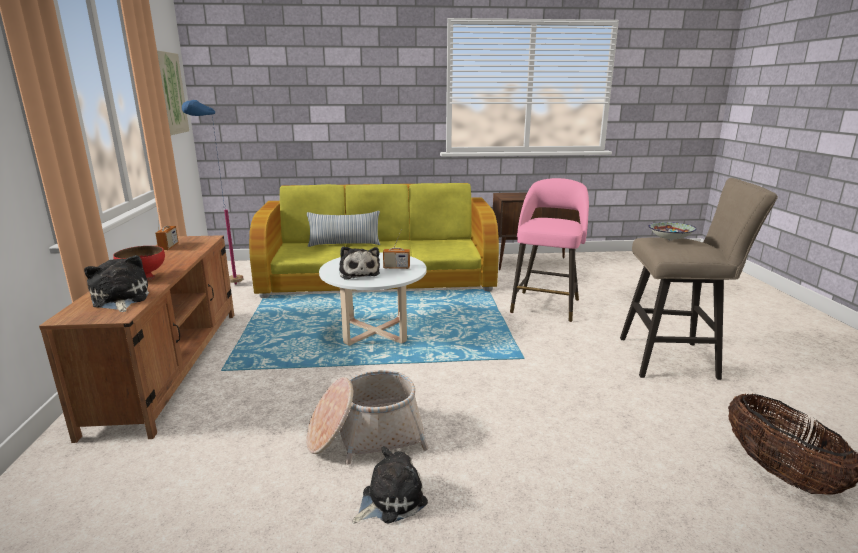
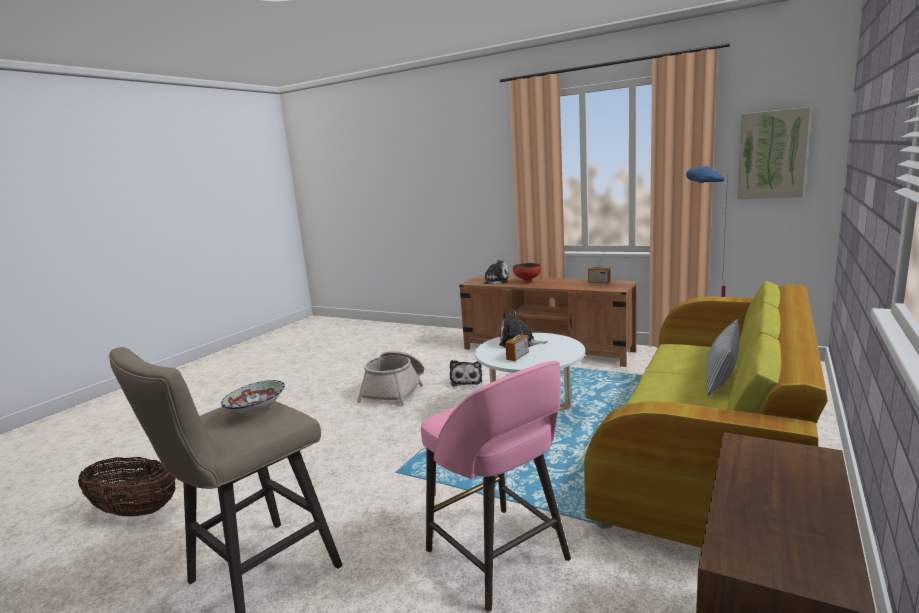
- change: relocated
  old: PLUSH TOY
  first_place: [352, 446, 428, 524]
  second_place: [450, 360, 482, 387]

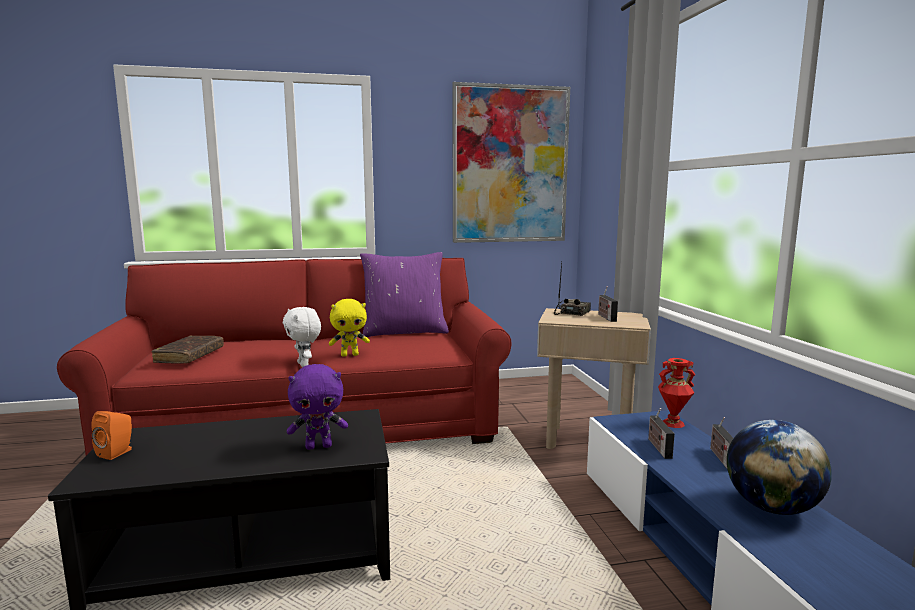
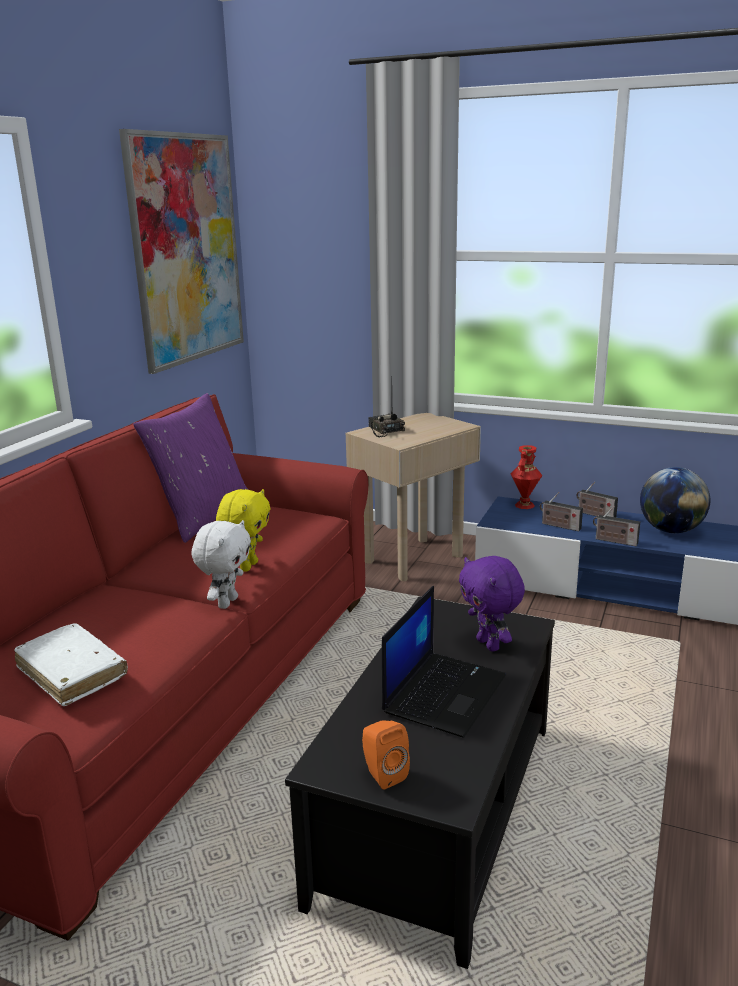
- change: relocated
  old: RADIO
  first_place: [598, 286, 618, 322]
  second_place: [593, 506, 640, 546]
- change: spun
  old: WHITE PLUSH TOY
  first_place: [283, 307, 321, 367]
  second_place: [191, 520, 251, 609]
  degrees: -75
- change: colour
  old: BROWN BOOK
  new: WHITE BOOK
  first_place: [151, 335, 224, 364]
  second_place: [14, 623, 128, 706]
- change: spun
  old: PURPLE PLUSH TOY
  first_place: [287, 364, 348, 450]
  second_place: [459, 556, 525, 652]
  degrees: 135
- change: appeared
  new: LAPTOP
  second_place: [382, 586, 506, 738]

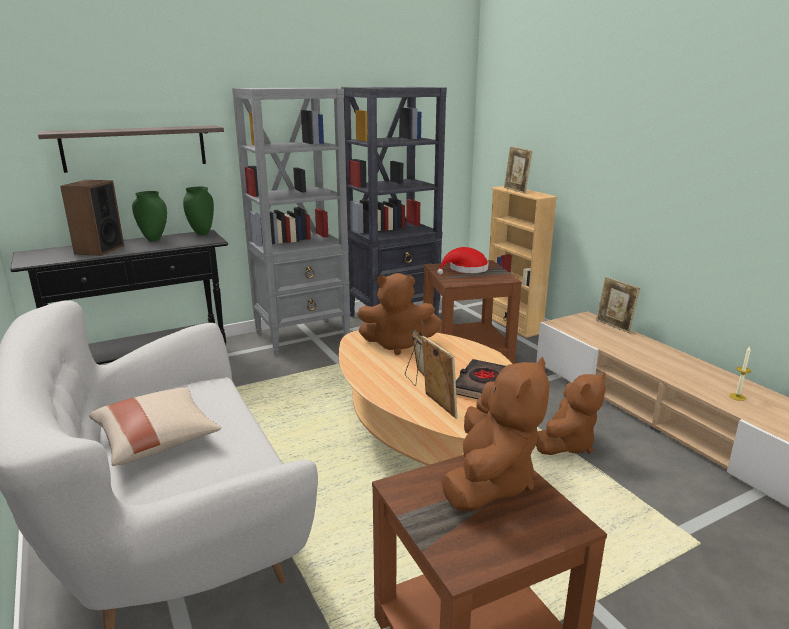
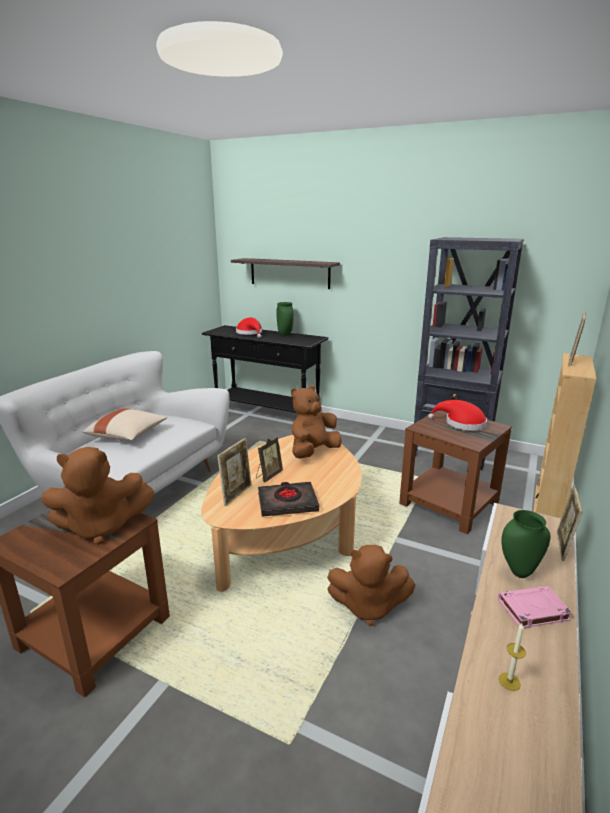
- change: missing
  old: GREY BOOKCASE
  first_place: [232, 88, 350, 355]
- change: exchanged
  old: SPEAKER
  new: RED HAT
  first_place: [60, 180, 124, 256]
  second_place: [236, 317, 262, 338]
- change: relocated
  old: GREEN VASE
  first_place: [183, 187, 214, 235]
  second_place: [501, 510, 551, 578]
- change: spun
  old: BROWN PLUSH TOY
  first_place: [357, 273, 442, 355]
  second_place: [291, 385, 342, 459]
  degrees: 75
- change: appeared
  new: PINK BOOK
  second_place: [498, 586, 573, 628]

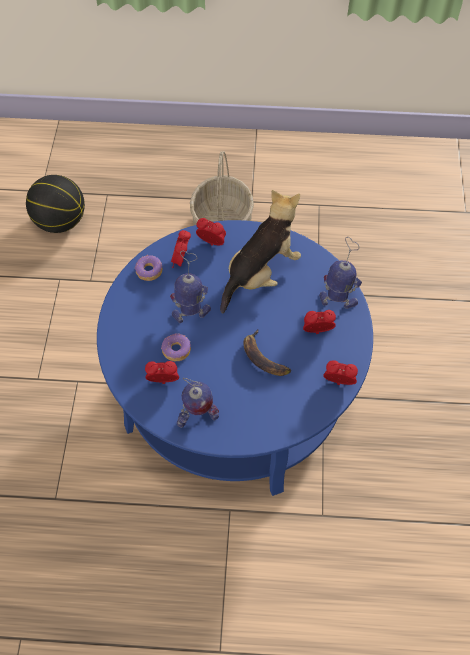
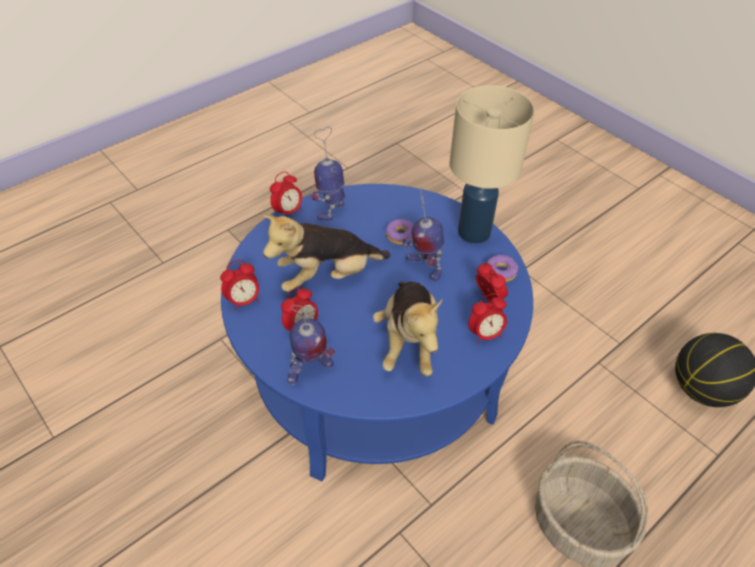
- change: spun
  old: TOY ROBOT
  first_place: [170, 251, 211, 323]
  second_place: [402, 188, 444, 282]
  degrees: 105
- change: exchanged
  old: BANANA
  new: PLUSH TOY
  first_place: [243, 330, 291, 376]
  second_place: [263, 214, 391, 292]
- change: relocated
  old: ALARM CLOCK
  first_place: [145, 361, 179, 384]
  second_place: [270, 171, 302, 217]
- change: appeared
  new: BEIGE TABLE LAMP
  second_place: [449, 85, 534, 244]

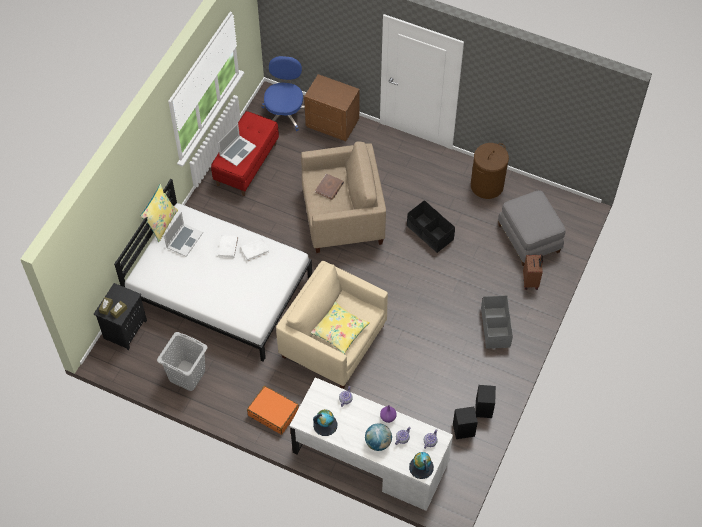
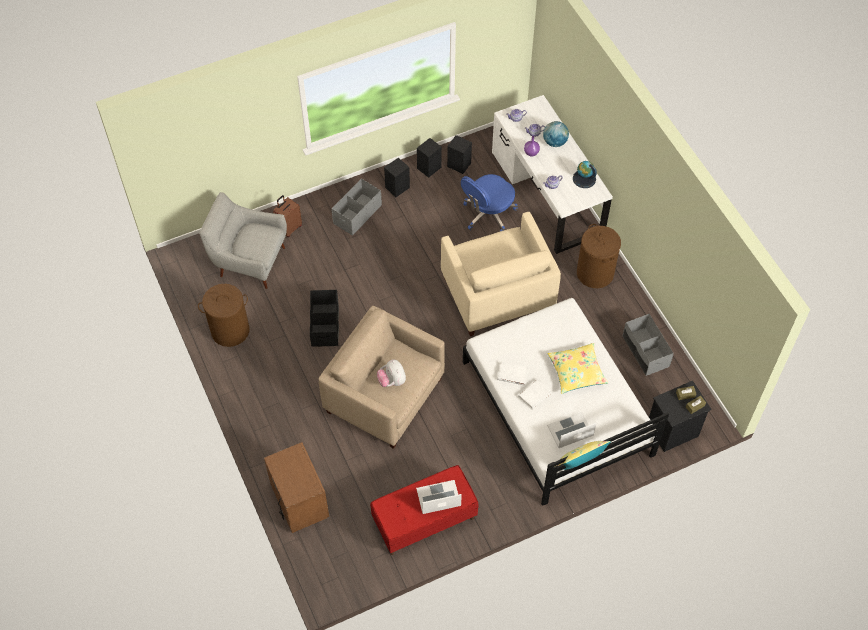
- change: relocated
  old: BLUE OFFICE CHAIR
  first_place: [262, 56, 305, 131]
  second_place: [461, 174, 518, 231]
- change: exchanged
  old: BROWN BOOK
  new: PLUSH TOY
  first_place: [315, 174, 344, 200]
  second_place: [377, 359, 406, 387]
- change: exchanged
  old: GREY OTTOMAN
  new: GREY ARMCHAIR
  first_place: [498, 190, 565, 266]
  second_place: [200, 192, 287, 289]
- change: relocated
  old: YELLOW PILLOW
  first_place: [311, 301, 370, 354]
  second_place: [547, 343, 608, 394]
- change: exchanged
  old: GREY LAUNDRY BASKET
  new: GREY STORAGE BOX
  first_place: [157, 332, 207, 391]
  second_place: [622, 314, 674, 376]
- change: exchanged
  old: ORANGE SUITCASE
  new: BROWN LAUNDRY BASKET
  first_place: [247, 386, 299, 435]
  second_place: [577, 224, 621, 288]
- change: missing
  old: GLOBE
  first_place: [409, 452, 434, 479]
- change: appeared
  new: BLACK SPEAKER
  second_place: [384, 157, 410, 197]

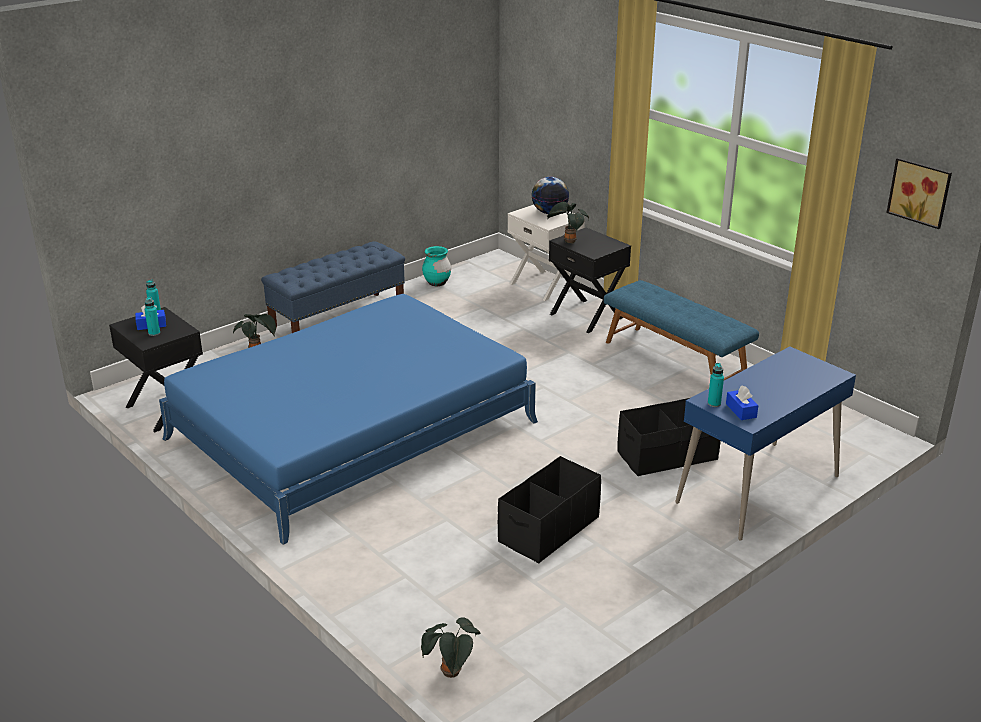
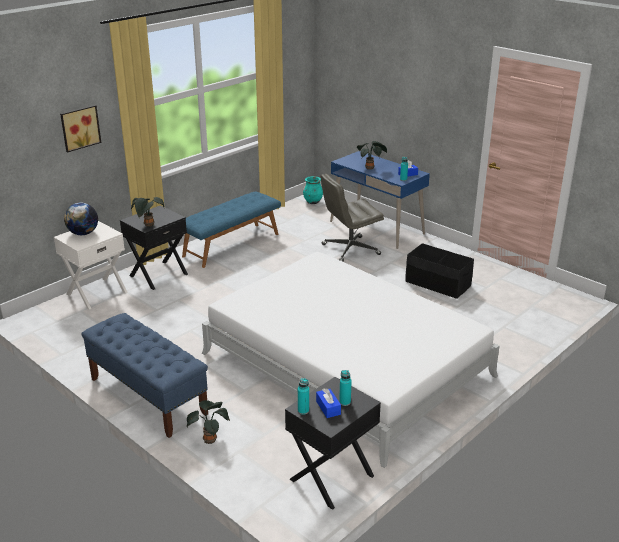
- change: relocated
  old: PICTURE
  first_place: [886, 158, 952, 229]
  second_place: [60, 105, 101, 152]
- change: relocated
  old: TURQUOISE VASE
  first_place: [422, 246, 451, 286]
  second_place: [303, 176, 323, 204]
- change: colour
  old: BLUE BED
  new: WHITE BED
  first_place: [159, 294, 538, 545]
  second_place: [202, 252, 500, 468]
- change: exchanged
  old: BLACK STORAGE BOX
  new: GREY OFFICE CHAIR
  first_place: [617, 398, 721, 476]
  second_place: [321, 174, 384, 262]
- change: relocated
  old: POTTED PLANT
  first_place: [421, 617, 481, 678]
  second_place: [357, 141, 387, 170]

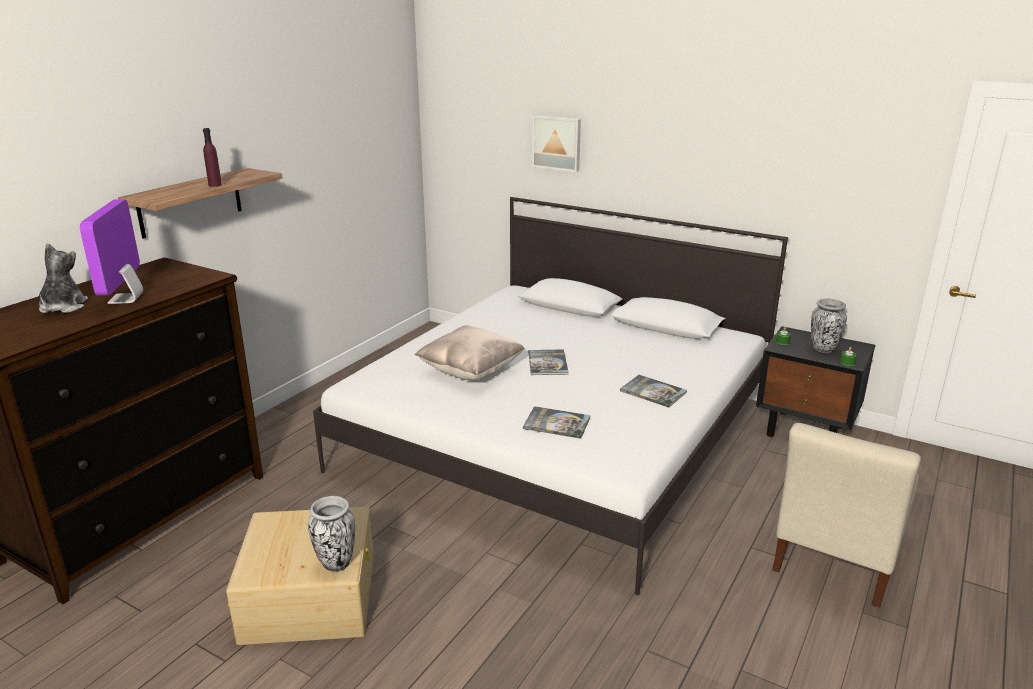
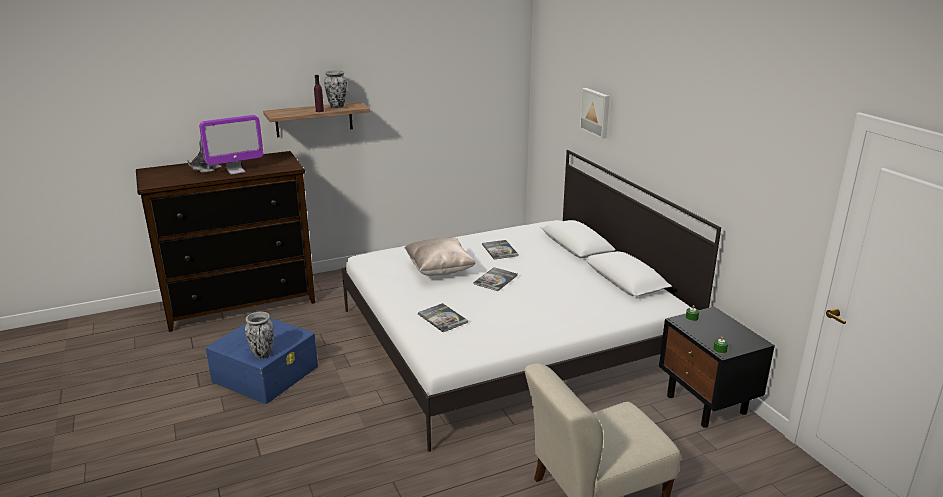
- change: spun
  old: MONITOR
  first_place: [80, 199, 143, 304]
  second_place: [199, 115, 263, 175]
  degrees: -150
- change: relocated
  old: VASE
  first_place: [811, 299, 847, 353]
  second_place: [324, 70, 347, 109]
- change: relocated
  old: BOOK
  first_place: [620, 375, 687, 408]
  second_place: [482, 240, 519, 259]
- change: colour
  old: BEIGE STORAGE BOX
  new: BLUE STORAGE BOX
  first_place: [226, 507, 374, 645]
  second_place: [206, 318, 318, 404]

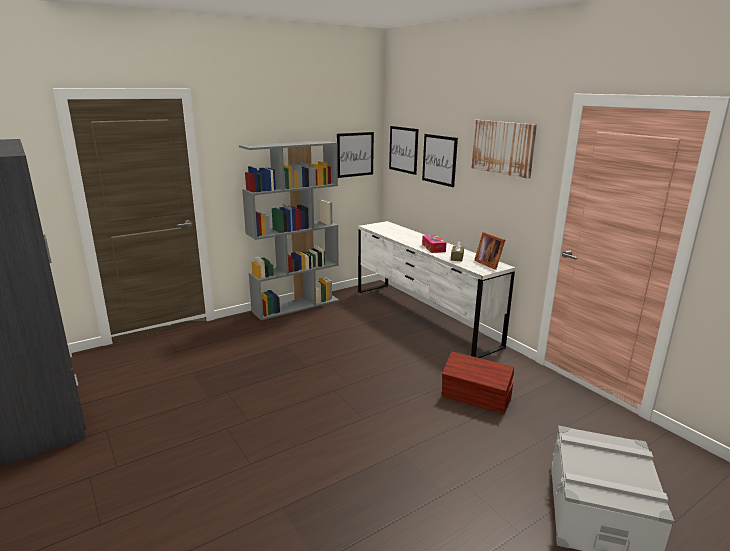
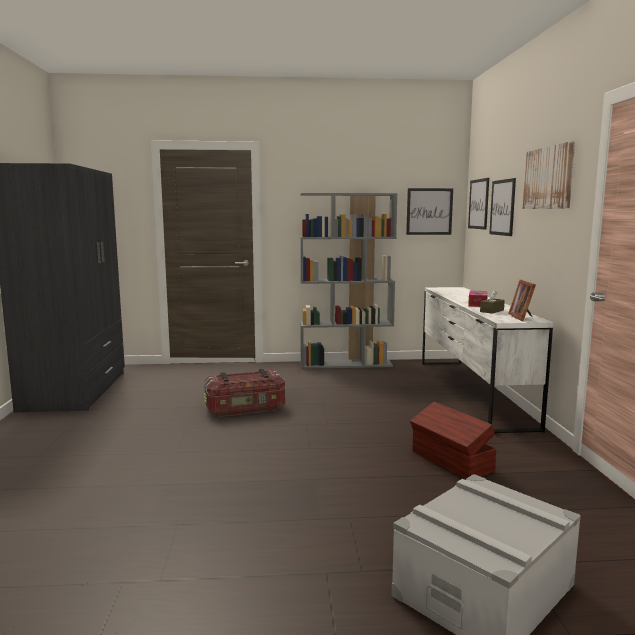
- change: appeared
  new: STORAGE BOX
  second_place: [204, 369, 285, 417]

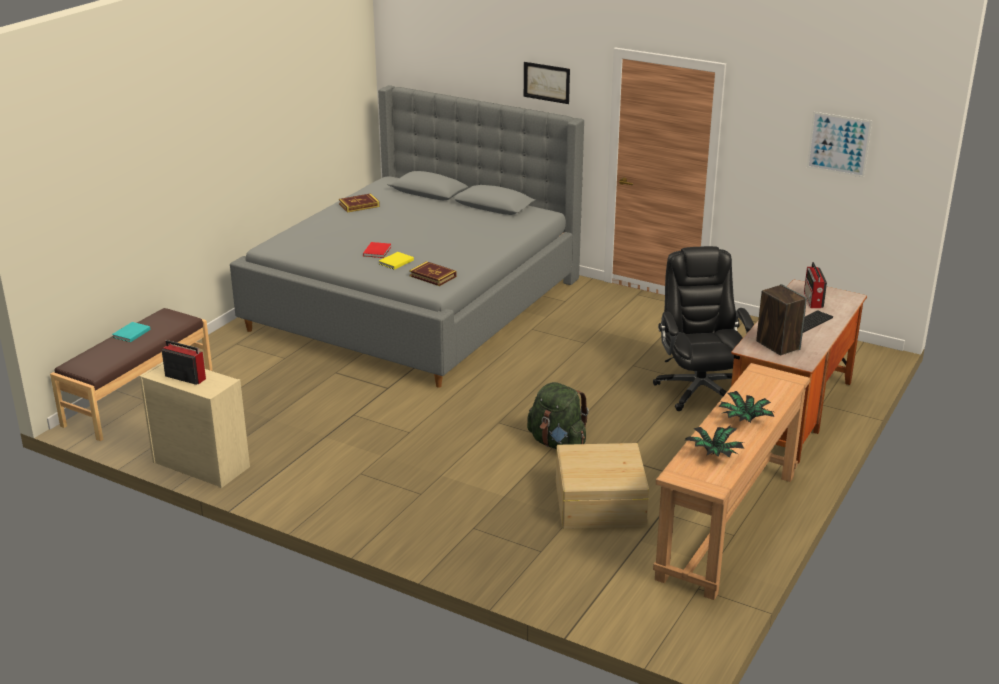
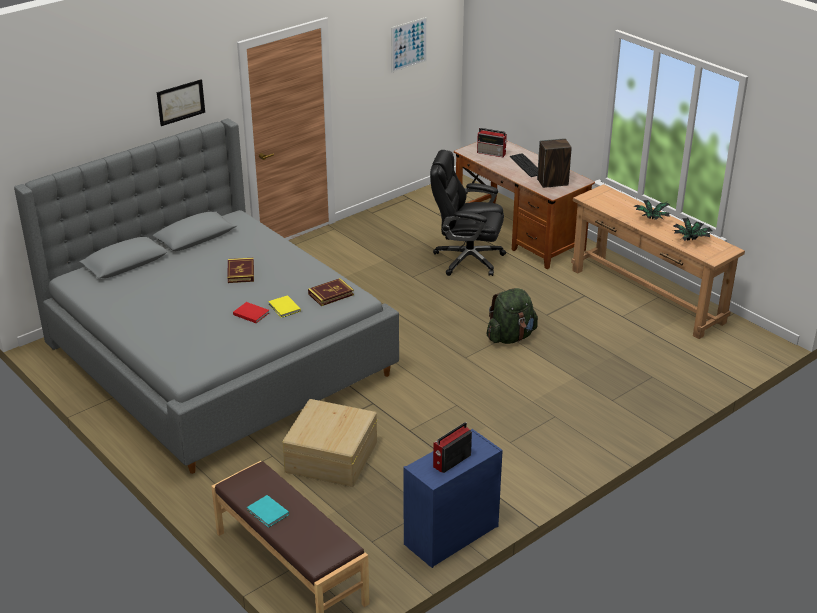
- change: relocated
  old: BOOK
  first_place: [339, 193, 380, 213]
  second_place: [227, 258, 254, 283]
- change: colour
  old: BEIGE DRESSER
  new: BLUE DRESSER
  first_place: [140, 362, 250, 488]
  second_place: [403, 429, 503, 568]
- change: relocated
  old: BEIGE STORAGE BOX
  first_place: [556, 443, 649, 529]
  second_place: [282, 399, 377, 487]

